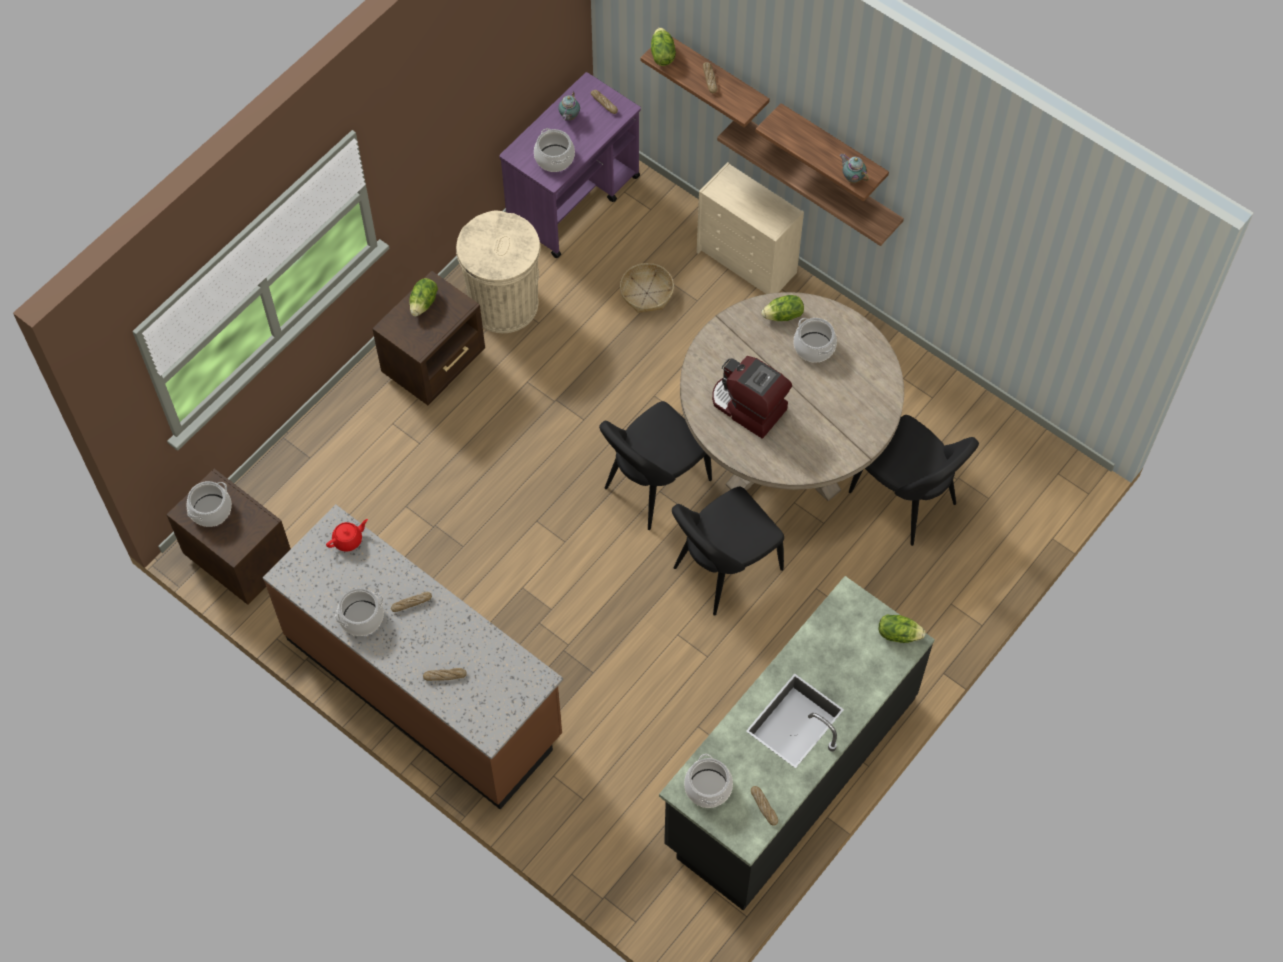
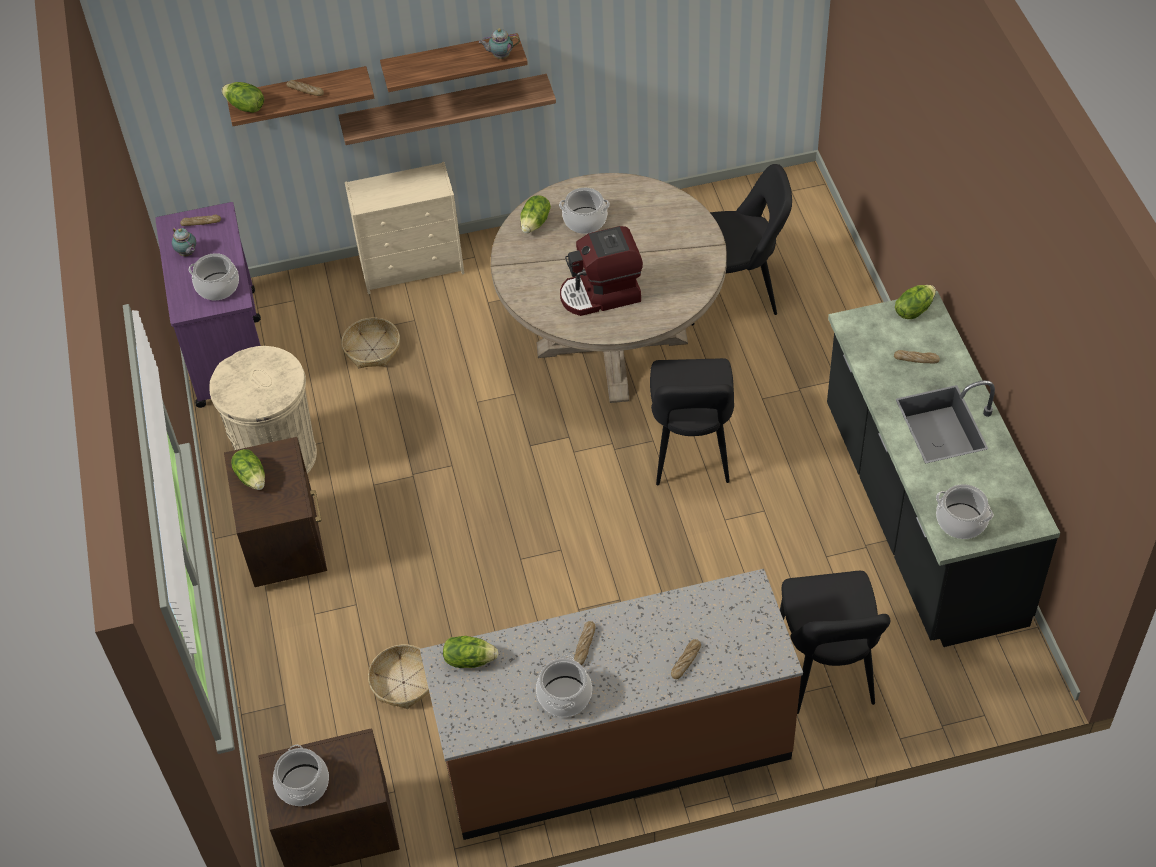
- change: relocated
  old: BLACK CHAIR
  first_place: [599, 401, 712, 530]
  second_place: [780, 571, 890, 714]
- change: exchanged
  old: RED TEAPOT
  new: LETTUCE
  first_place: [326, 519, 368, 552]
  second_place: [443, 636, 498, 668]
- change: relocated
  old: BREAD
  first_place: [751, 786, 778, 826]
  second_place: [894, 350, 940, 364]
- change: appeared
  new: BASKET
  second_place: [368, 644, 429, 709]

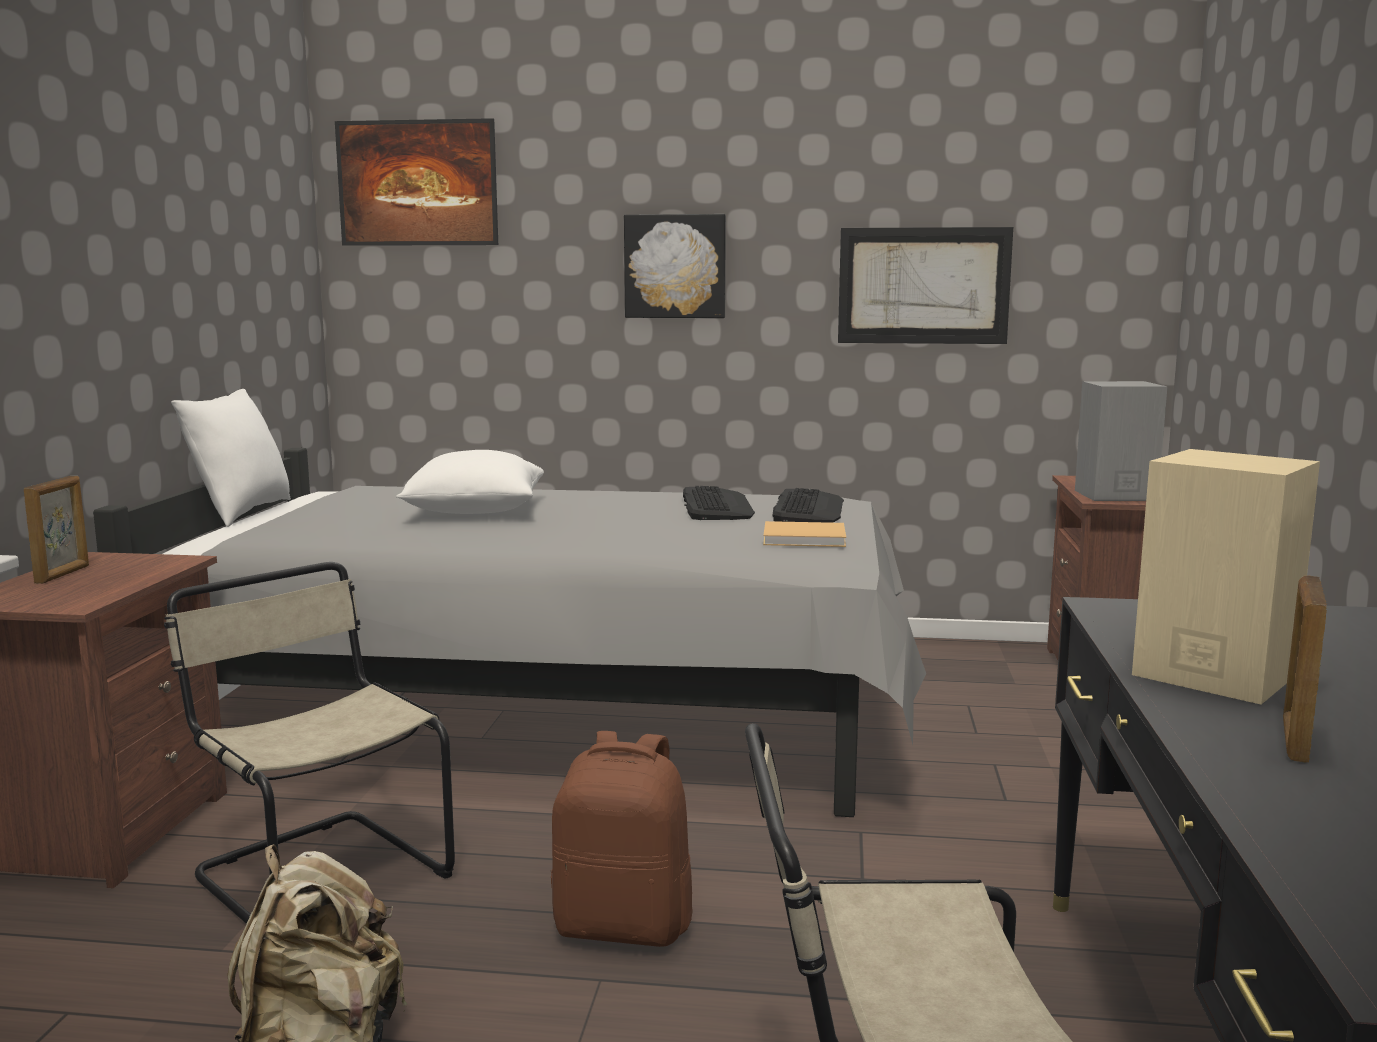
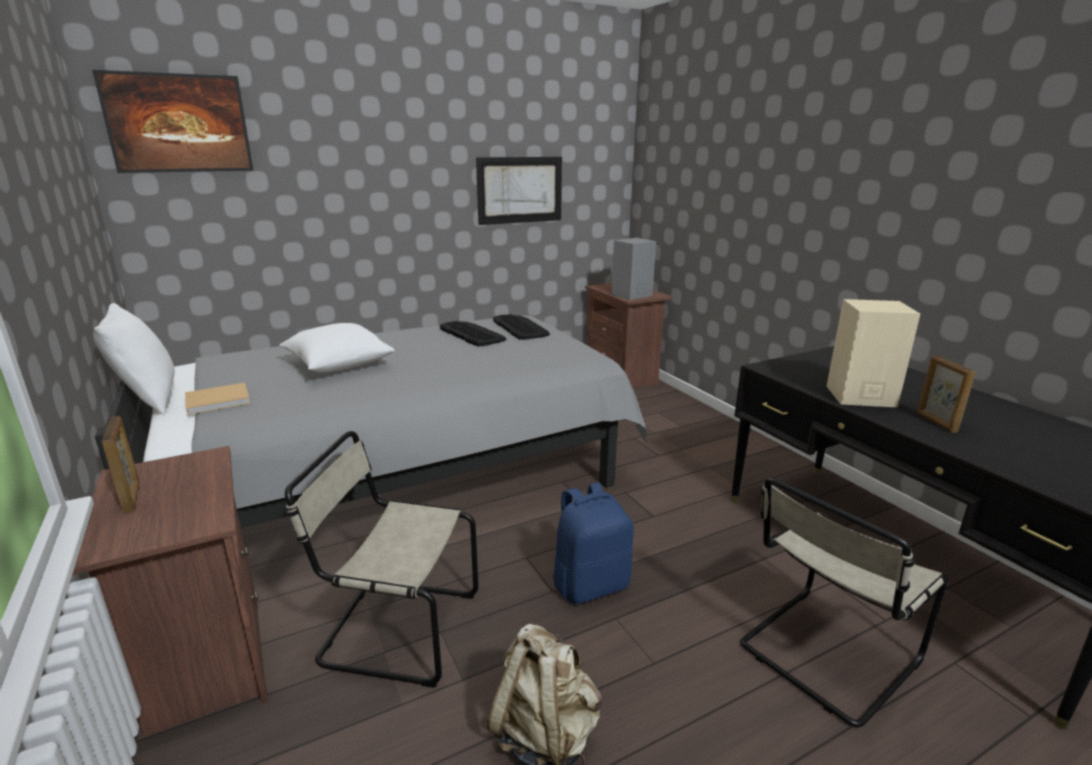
- change: missing
  old: PICTURE
  first_place: [624, 214, 726, 318]
- change: relocated
  old: BEIGE BOOK
  first_place: [763, 521, 846, 547]
  second_place: [185, 383, 250, 415]
- change: colour
  old: BROWN BACKPACK
  new: BLUE BACKPACK
  first_place: [551, 731, 693, 947]
  second_place: [553, 482, 634, 604]

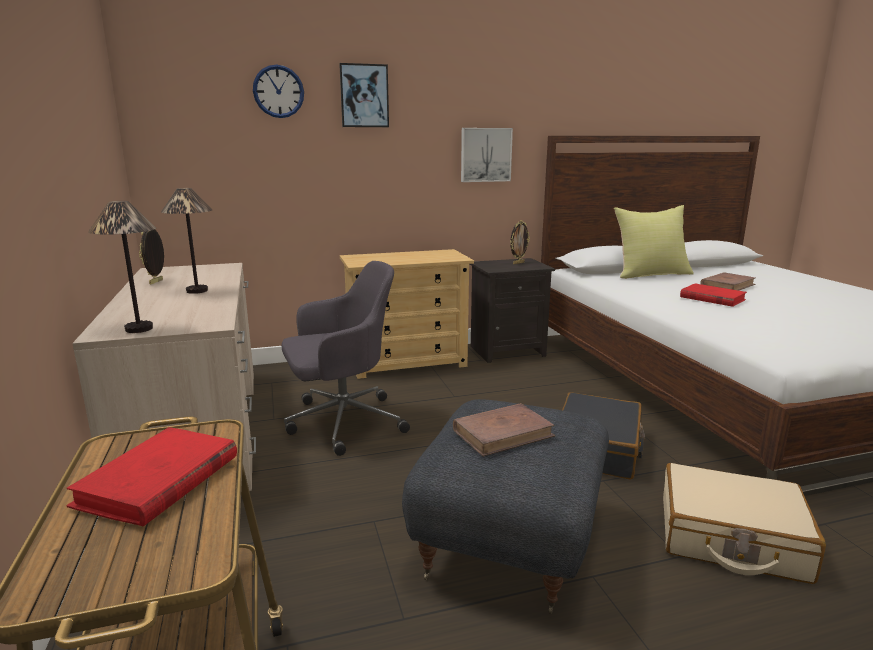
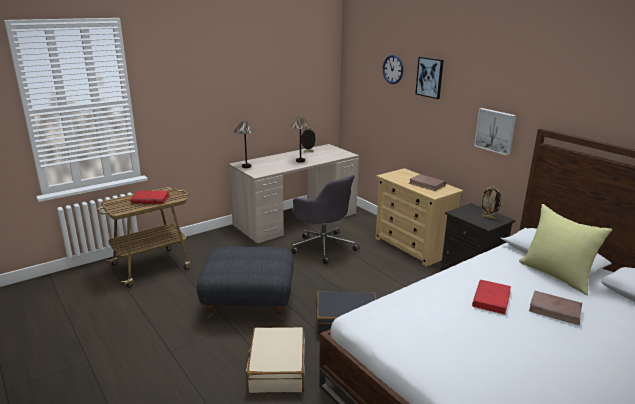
- change: relocated
  old: BROWN BOOK
  first_place: [453, 403, 555, 457]
  second_place: [409, 174, 446, 191]

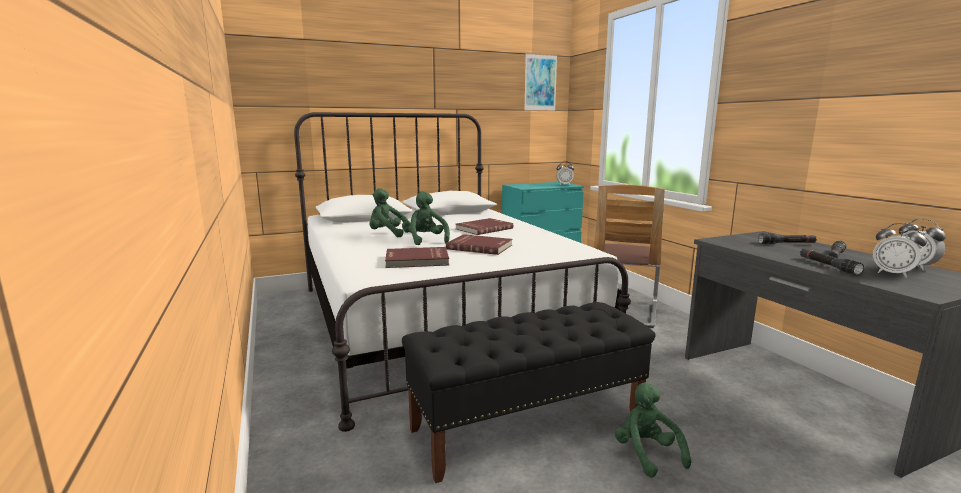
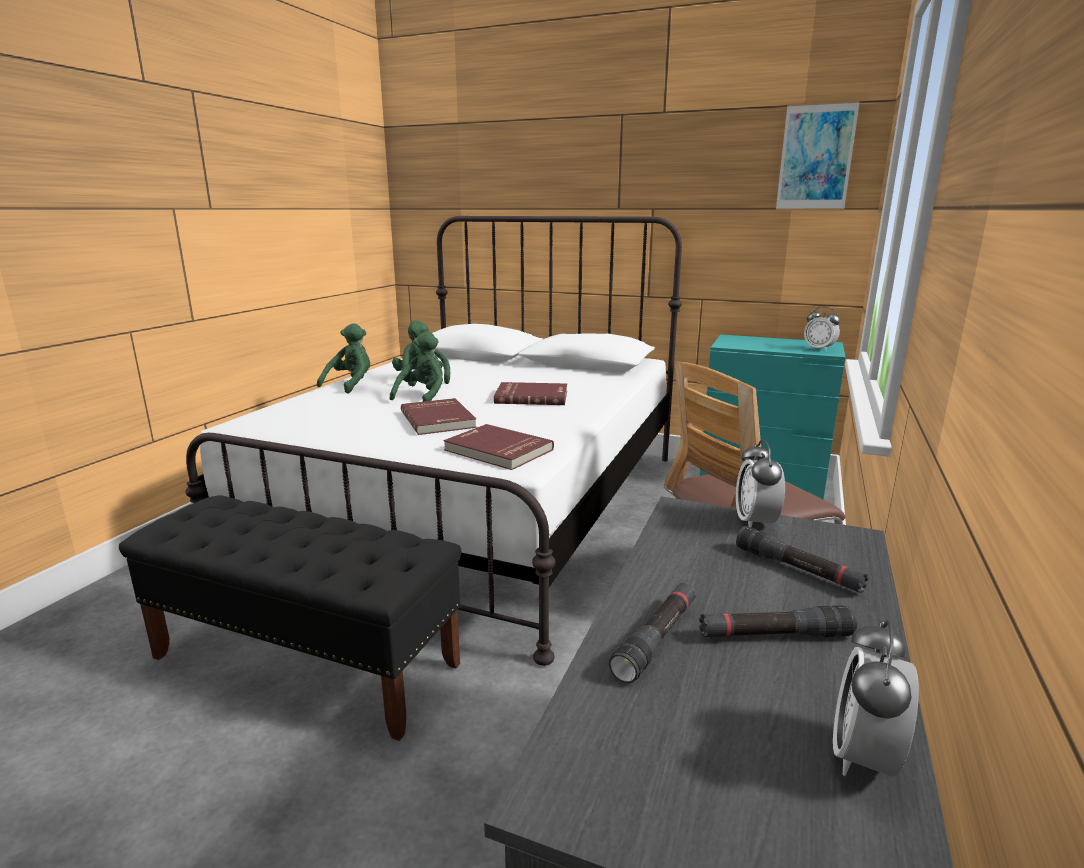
- change: relocated
  old: ALARM CLOCK
  first_place: [873, 223, 927, 278]
  second_place: [736, 439, 785, 528]
- change: relocated
  old: RED BOOK
  first_place: [385, 247, 449, 268]
  second_place: [443, 424, 554, 470]
- change: relocated
  old: GREEN PLUSH TOY
  first_place: [615, 382, 691, 478]
  second_place: [317, 323, 370, 393]

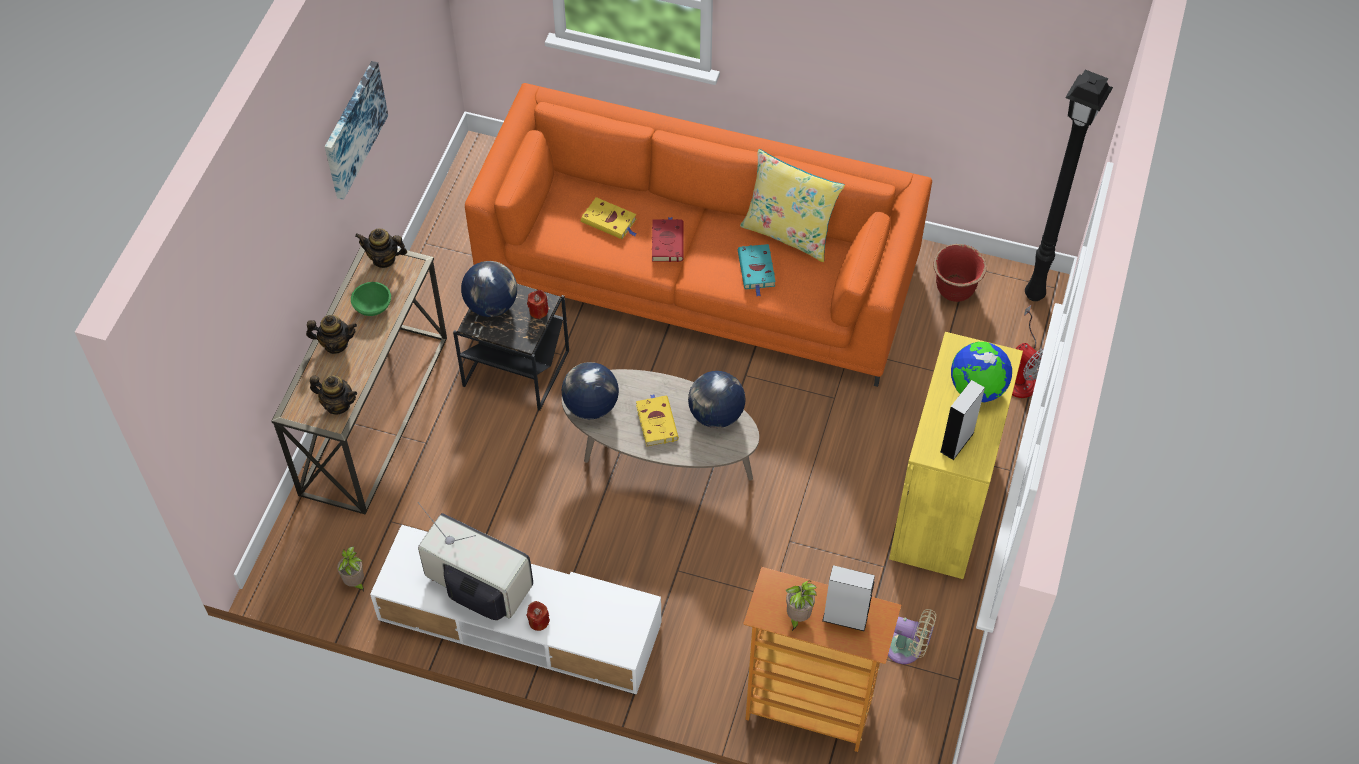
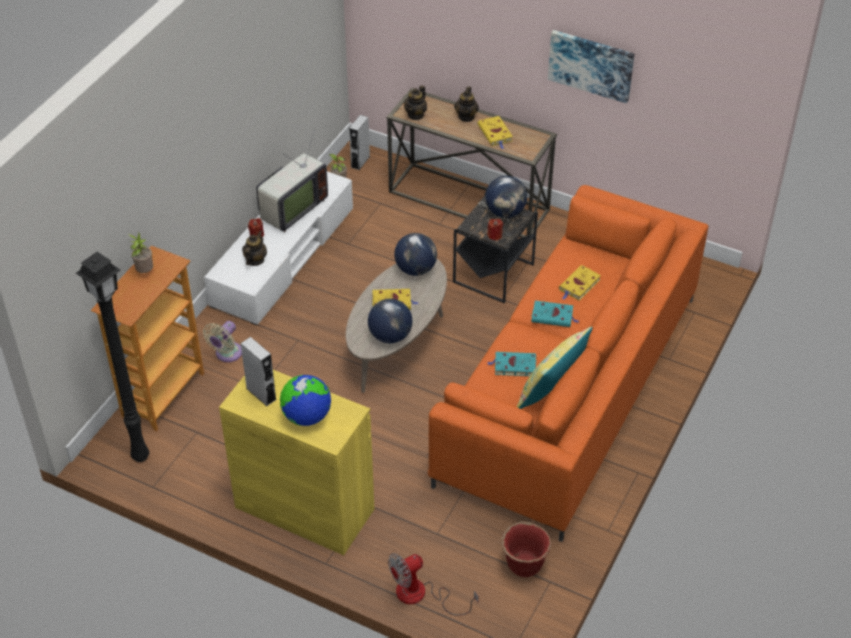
- change: relocated
  old: BLACK FLOOR LAMP
  first_place: [1025, 70, 1113, 301]
  second_place: [76, 252, 149, 462]
- change: colour
  old: RED BOOK
  new: TURQUOISE BOOK
  first_place: [652, 217, 684, 262]
  second_place: [531, 301, 579, 327]
- change: relocated
  old: TEAPOT
  first_place: [355, 228, 407, 268]
  second_place: [242, 231, 267, 266]
- change: exchanged
  old: GREEN BOWL
  new: YELLOW BOOK
  first_place: [351, 282, 391, 316]
  second_place: [478, 116, 513, 149]
- change: relocated
  old: GREY SPEAKER
  first_place: [822, 565, 875, 631]
  second_place: [349, 115, 370, 170]
- change: relocated
  old: BEIGE FAN
  first_place: [888, 609, 936, 664]
  second_place: [203, 321, 242, 362]

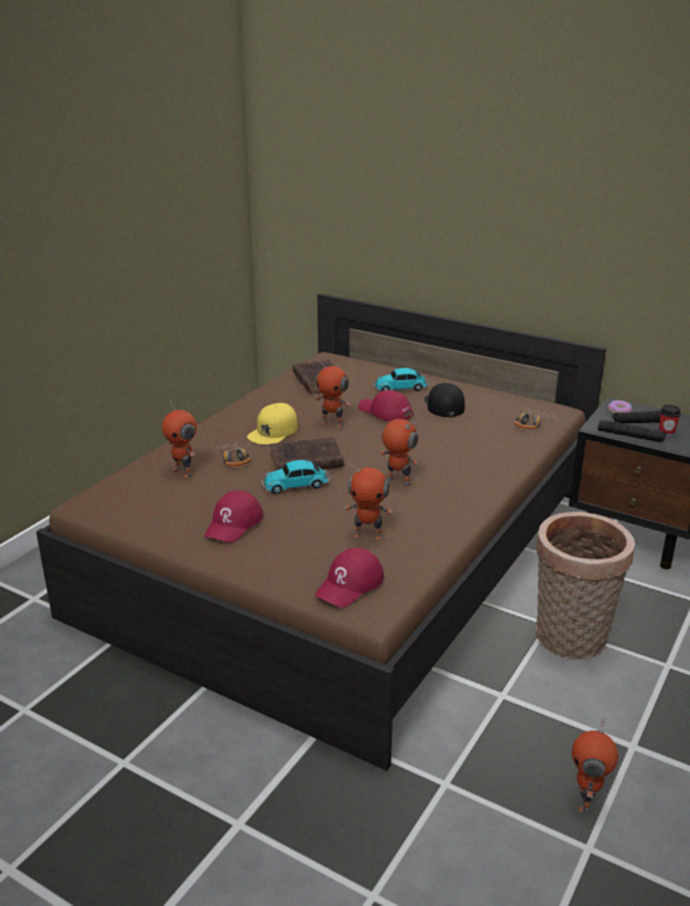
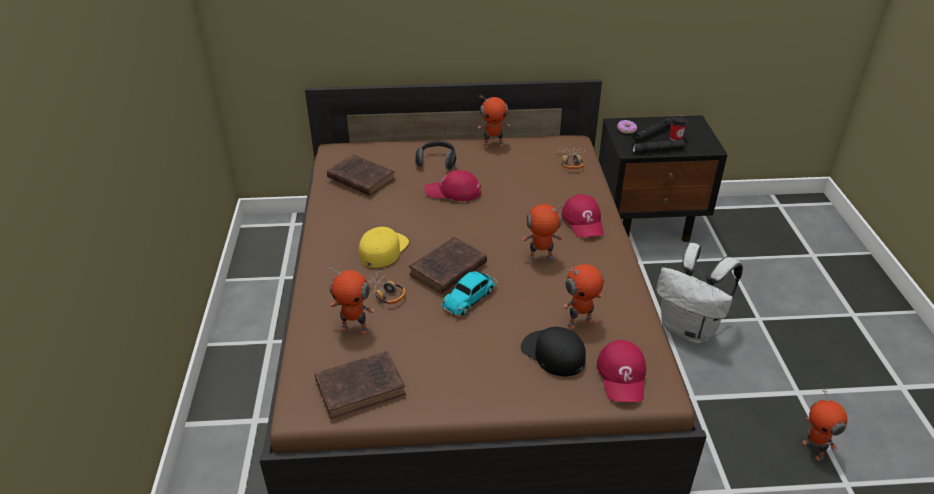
- change: relocated
  old: TOY ROBOT
  first_place: [315, 359, 350, 427]
  second_place: [477, 94, 510, 148]
- change: exchanged
  old: TOY CAR
  new: HEADPHONES
  first_place: [373, 368, 429, 391]
  second_place: [415, 141, 456, 170]
- change: relocated
  old: BLACK CAP
  first_place: [424, 383, 465, 417]
  second_place: [521, 327, 586, 377]
- change: spun
  old: YELLOW CAP
  first_place: [247, 403, 298, 445]
  second_place: [359, 227, 409, 268]
  degrees: -150
- change: relocated
  old: RED CAP
  first_place: [204, 491, 263, 543]
  second_place: [562, 194, 604, 238]
- change: exchanged
  old: BASKET
  new: WHITE BACKPACK
  first_place: [536, 512, 635, 659]
  second_place: [656, 243, 743, 344]
- change: appeared
  new: BROWN BOOK
  second_place: [315, 351, 406, 419]

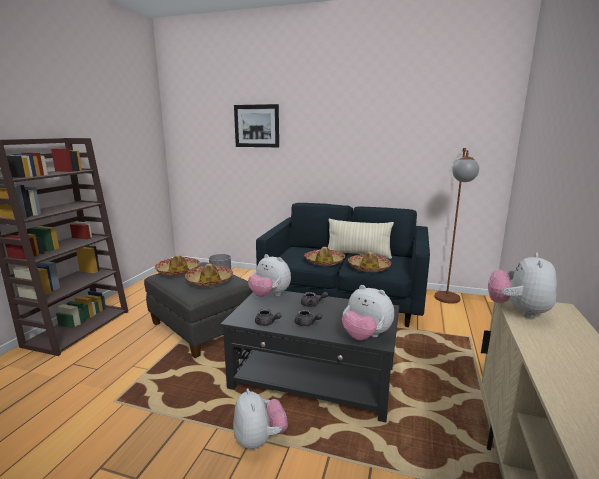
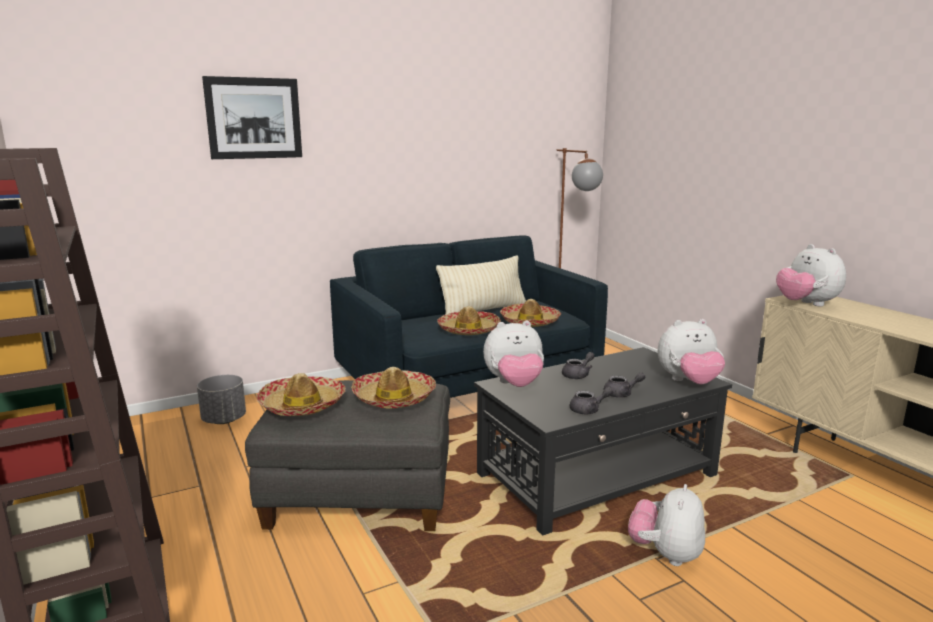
- change: spun
  old: PLUSH TOY
  first_place: [233, 389, 288, 450]
  second_place: [628, 484, 705, 566]
  degrees: -90

